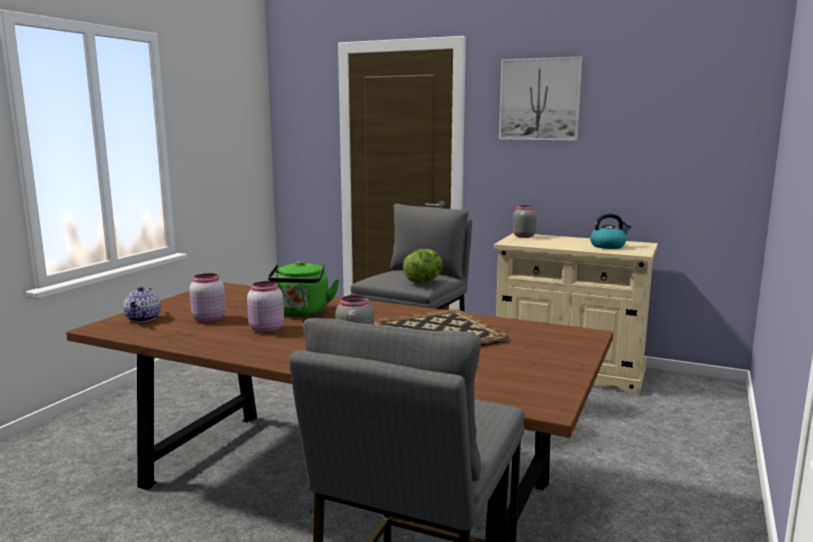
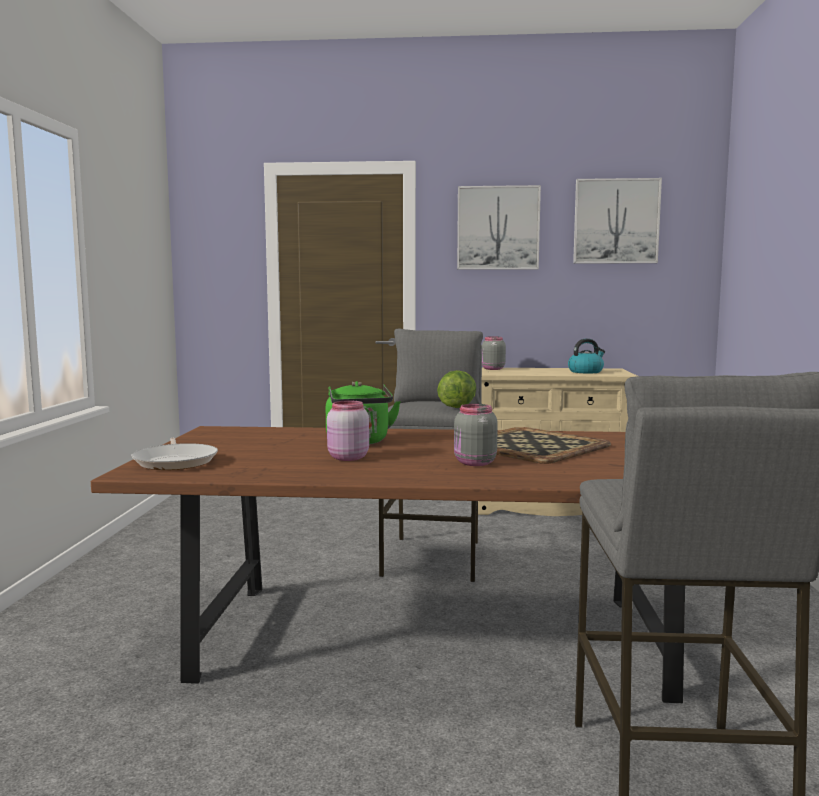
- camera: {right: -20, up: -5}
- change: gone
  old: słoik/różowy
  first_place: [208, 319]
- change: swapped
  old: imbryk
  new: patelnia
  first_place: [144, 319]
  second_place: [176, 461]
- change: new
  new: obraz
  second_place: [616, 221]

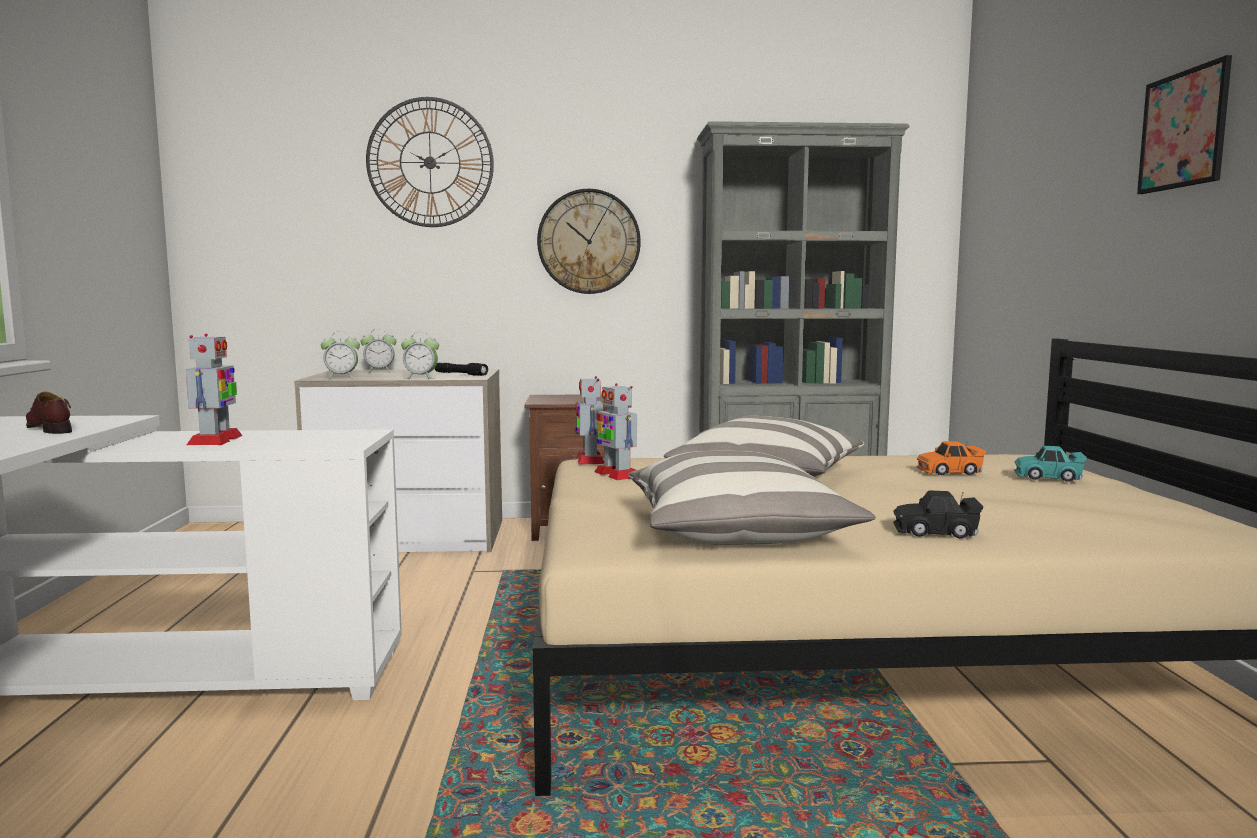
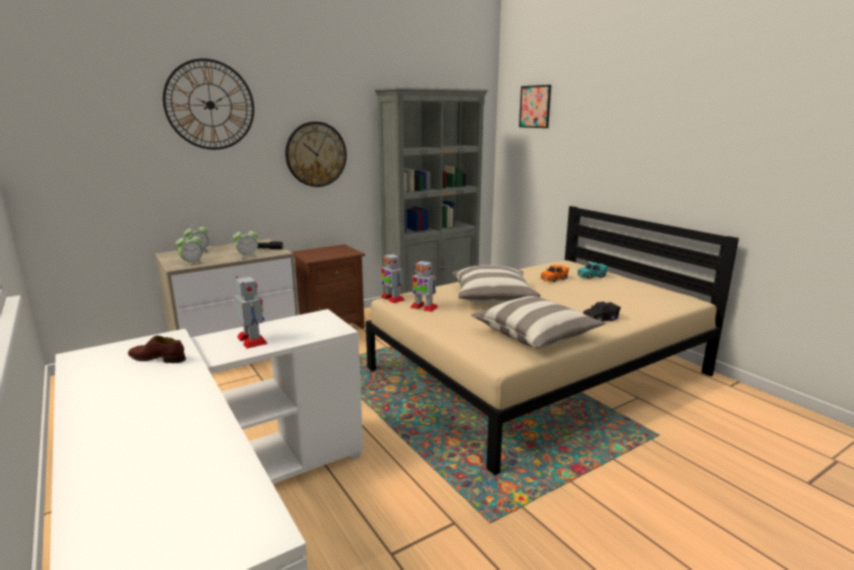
- camera: {right: -30, up: 10}
- change: shifted
  old: obraz
  first_place: [1183, 129]
  second_place: [535, 106]

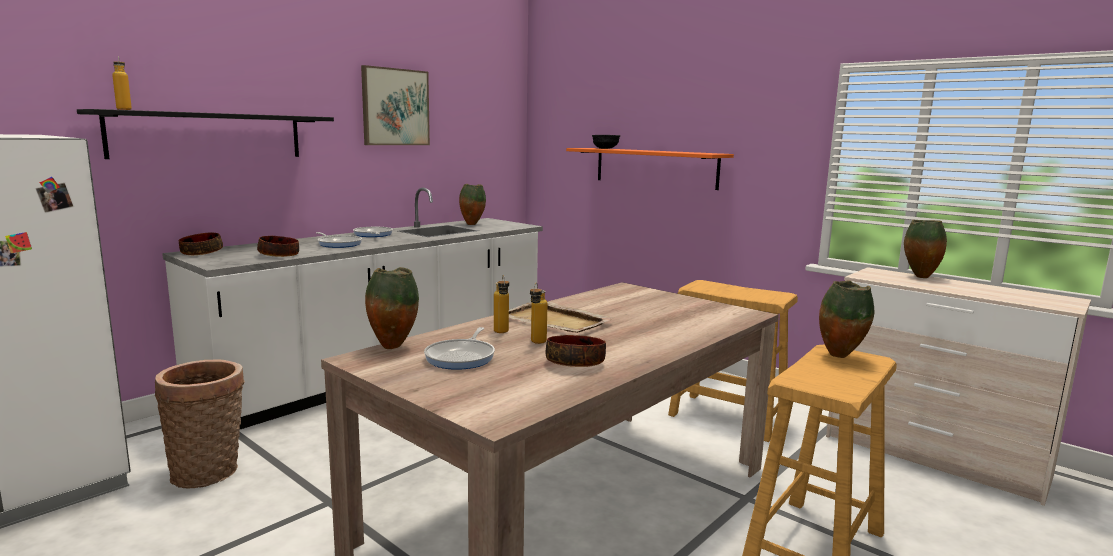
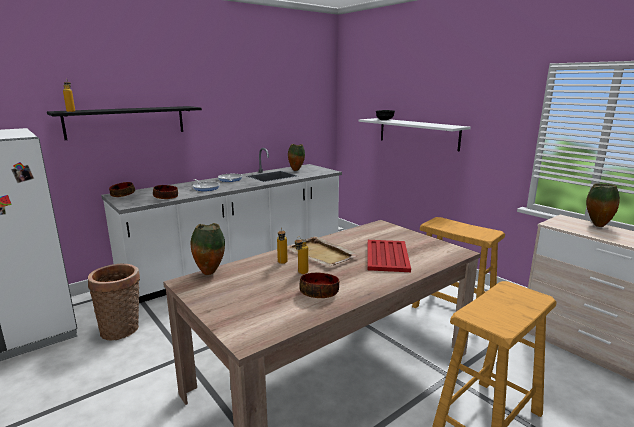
- camera: {right: 10, up: 5}
- change: gone
  old: obraz
  first_place: [395, 107]
- change: repainted
  old: półka/pomarańczowy
  new: półka/biały
  first_place: [655, 167]
  second_place: [418, 133]
- change: gone
  old: wazon
  first_place: [840, 356]
- change: gone
  old: patelnia
  first_place: [462, 357]
- change: new
  new: taca/czerwony
  second_place: [387, 256]

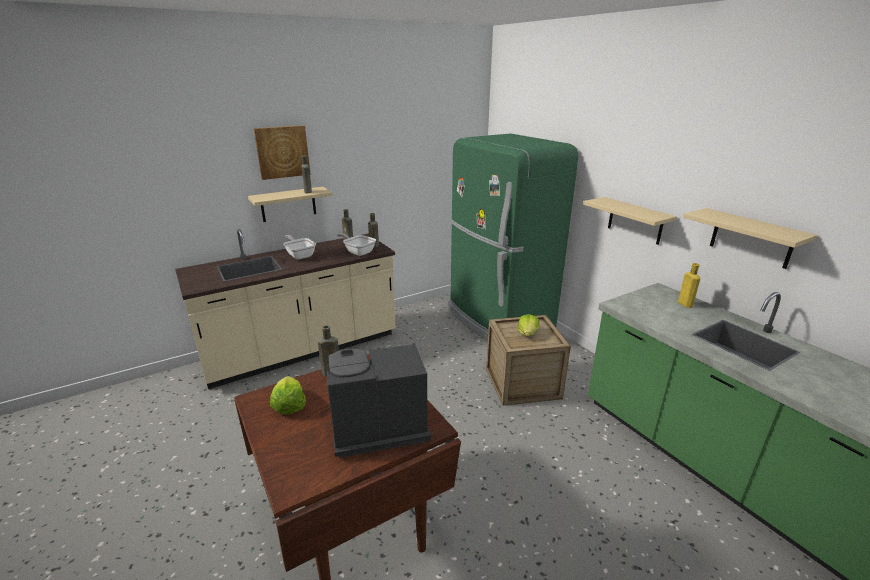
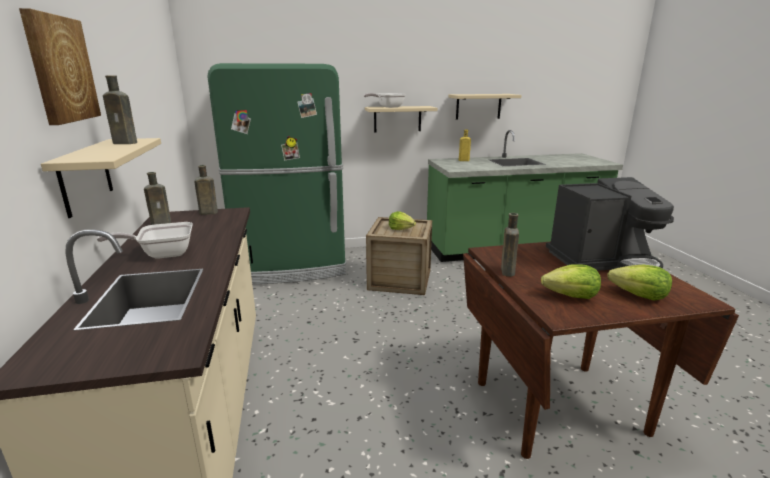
- camera: {right: -70, up: -5}
- change: shifted
  old: patelnia
  first_place: [358, 252]
  second_place: [387, 107]
- change: rotated
  old: ekspres do kawy
  first_place: [376, 428]
  second_place: [602, 261]
  degrees: -105
- change: new
  new: sałata
  second_place: [639, 295]

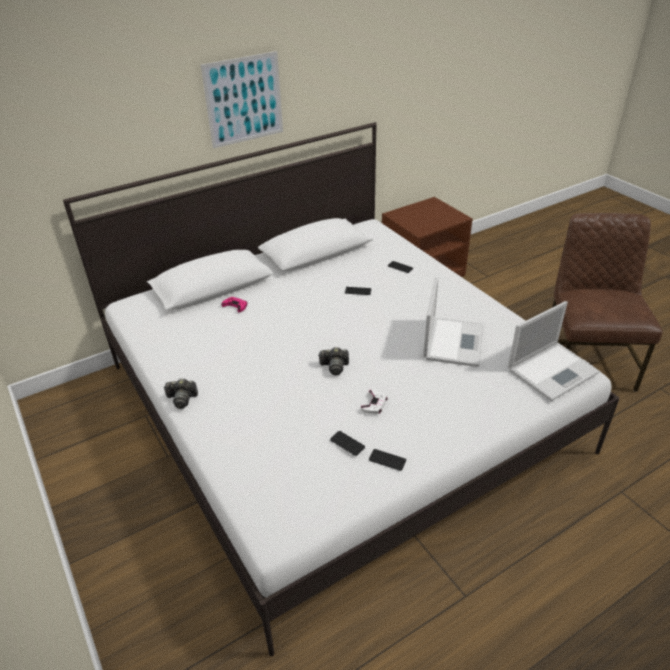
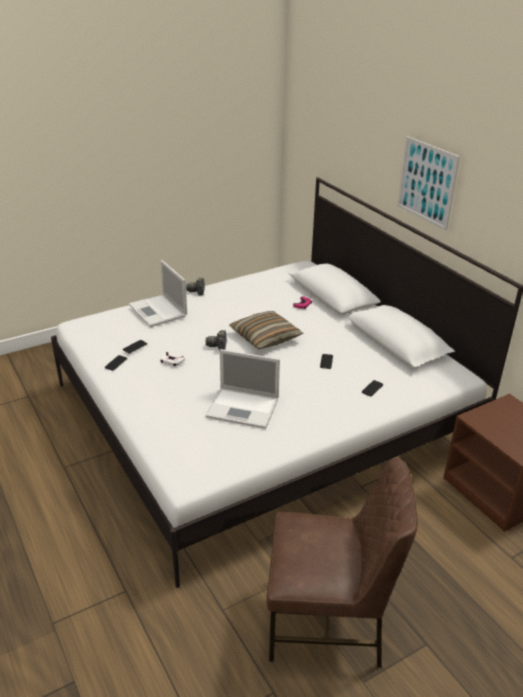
- camera: {right: 90, up: -5}
- change: shifted
  old: laptop
  first_place: [553, 370]
  second_place: [158, 311]
- change: new
  new: poduszka
  second_place: [265, 337]

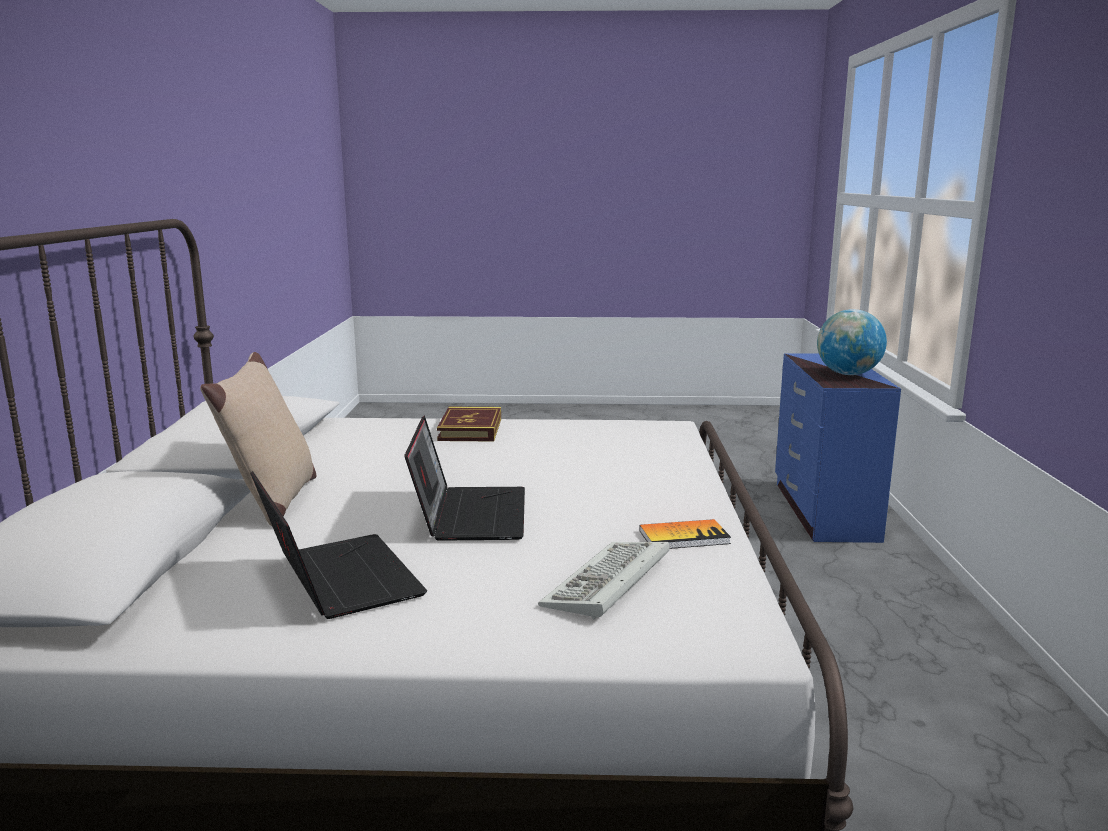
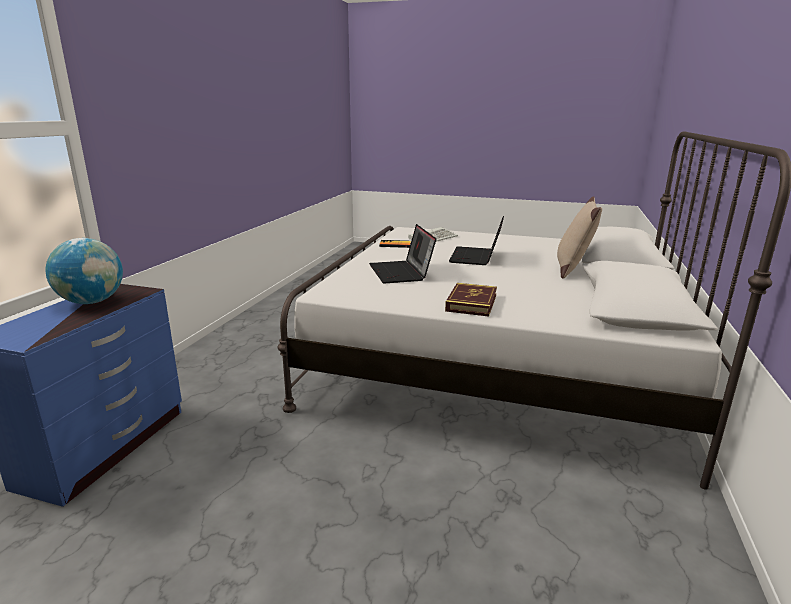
- camera: {right: -165, up: 5}
- change: shifted
  old: laptop
  first_place: [337, 579]
  second_place: [401, 273]

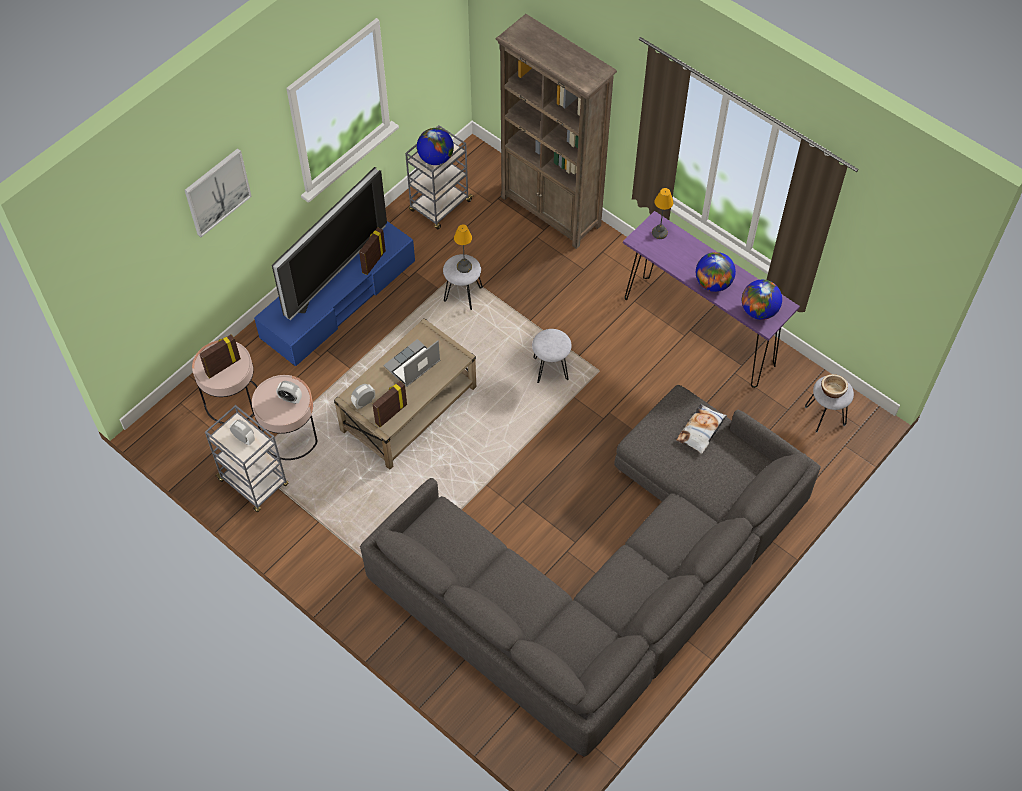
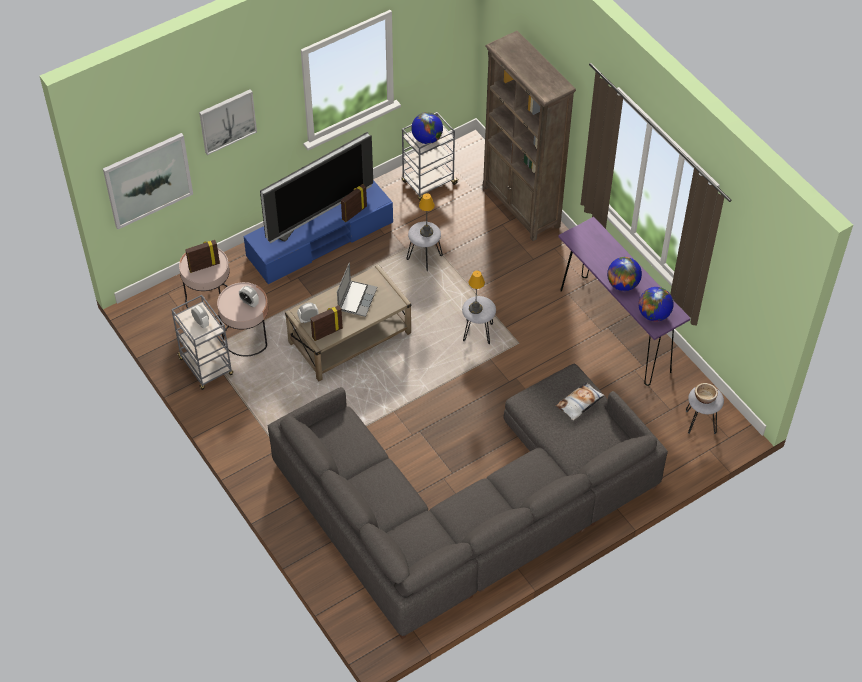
- camera: {right: 15, up: -5}
- change: shifted
  old: lampa stołowa
  first_place: [659, 232]
  second_place: [475, 308]
- change: rotated
  old: laptop
  first_place: [412, 365]
  second_place: [357, 299]
  degrees: 135
- change: new
  new: obraz
  second_place: [148, 180]

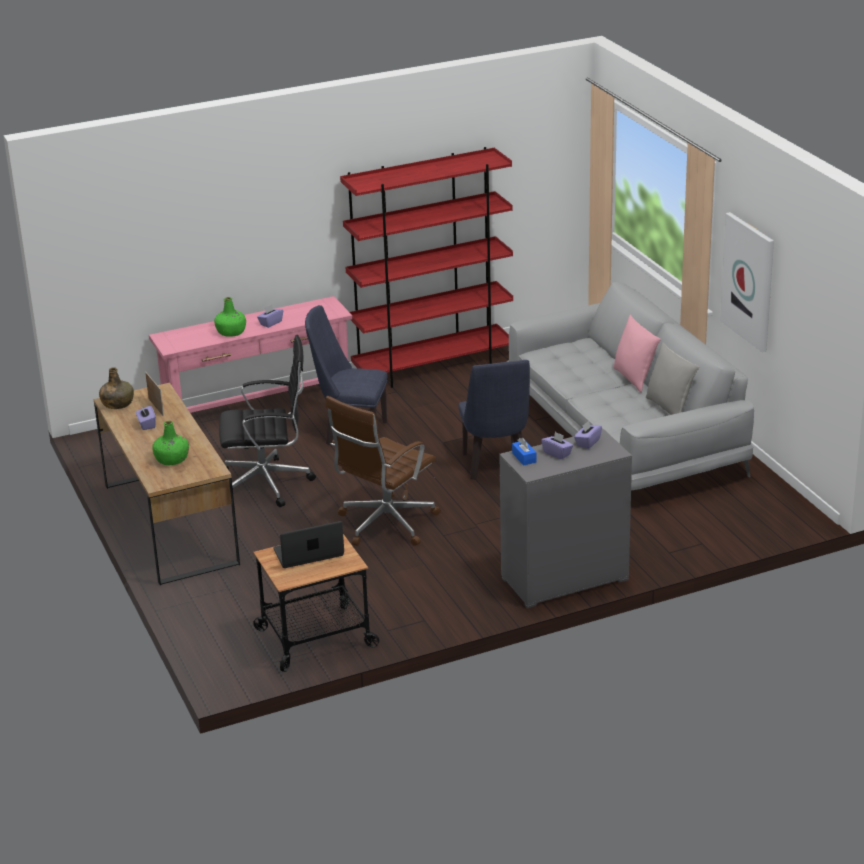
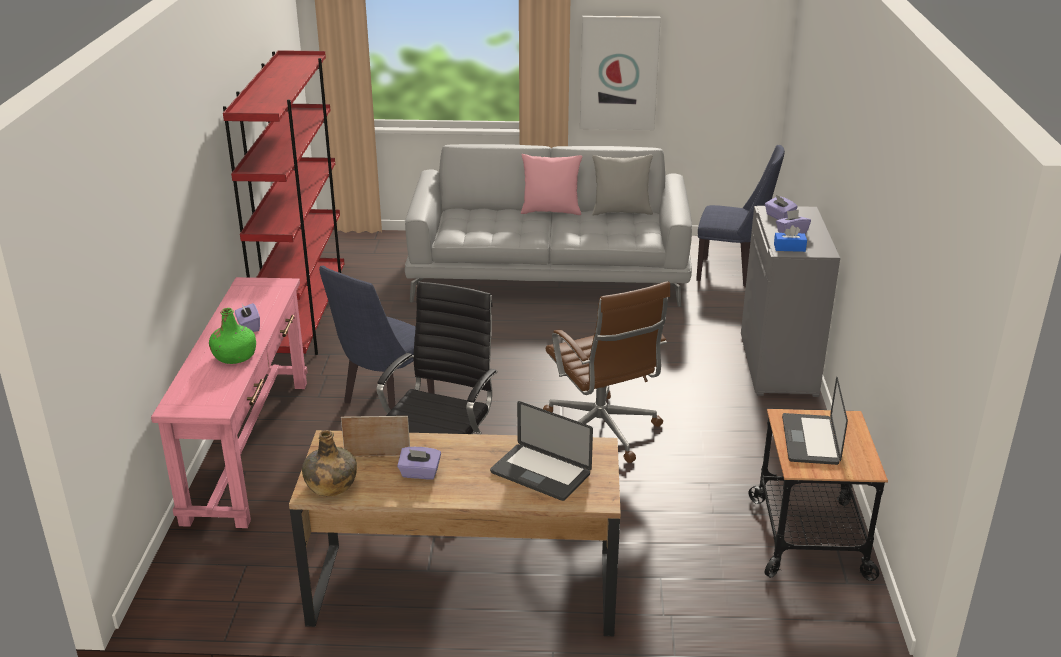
- camera: {right: -65, up: 0}
- change: shifted
  old: krzesło/niebieski
  first_place: [495, 466]
  second_place: [732, 273]
- change: swapped
  old: butelka/zielony
  new: laptop
  first_place: [172, 459]
  second_place: [540, 473]

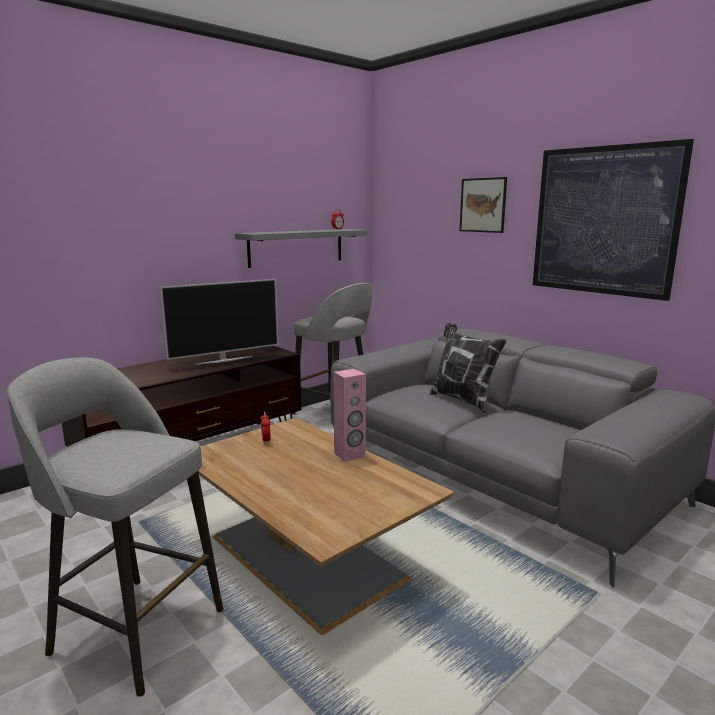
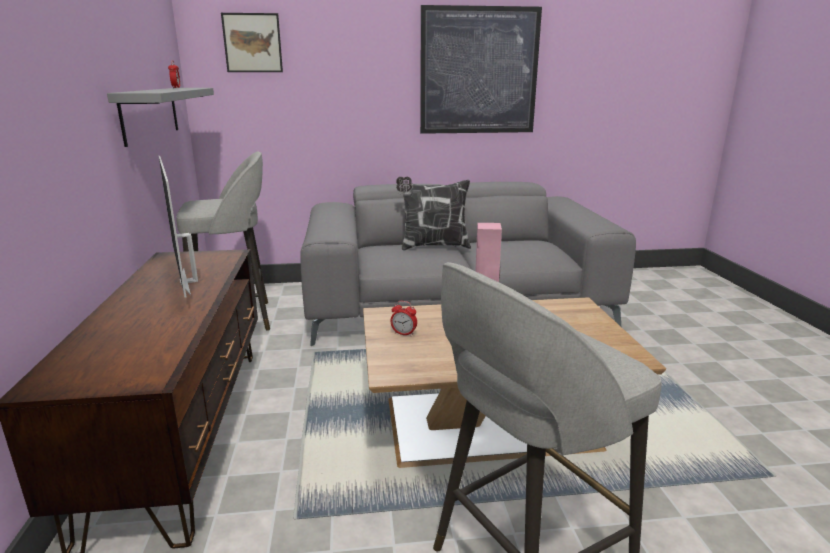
- camera: {right: -55, up: 5}
- change: shifted
  old: obraz
  first_place: [483, 205]
  second_place: [252, 43]
- change: rotated
  old: telewizor
  first_place: [224, 360]
  second_place: [189, 281]
  degrees: 150

